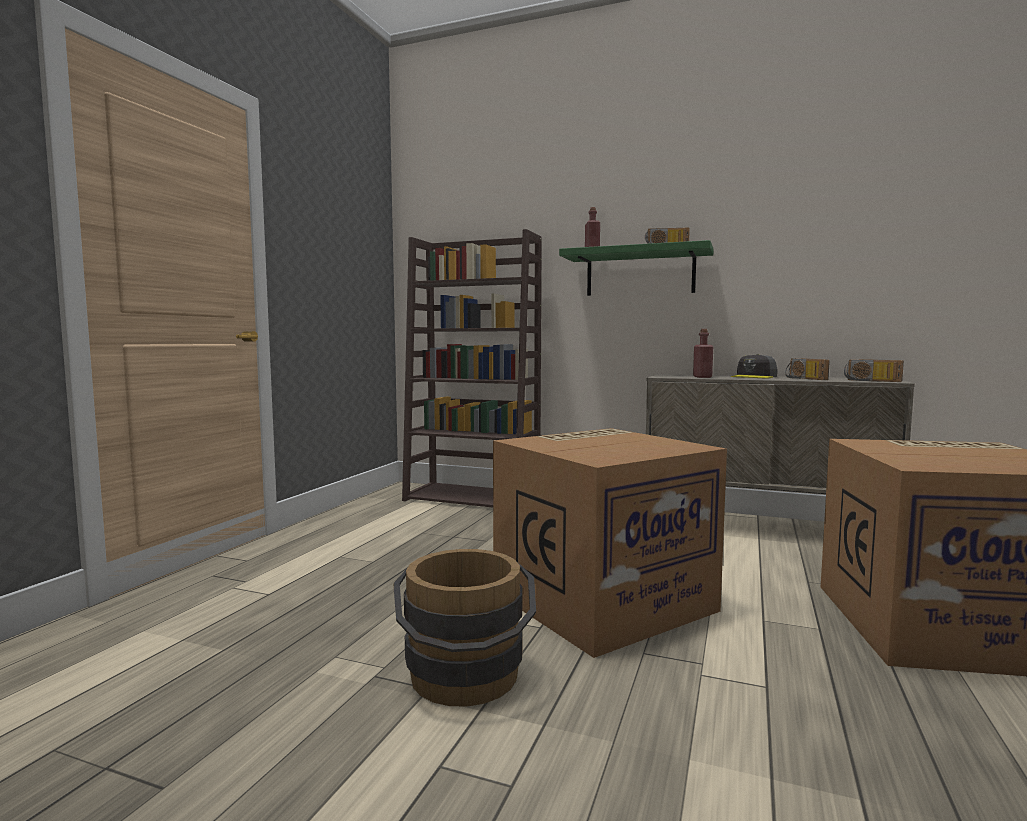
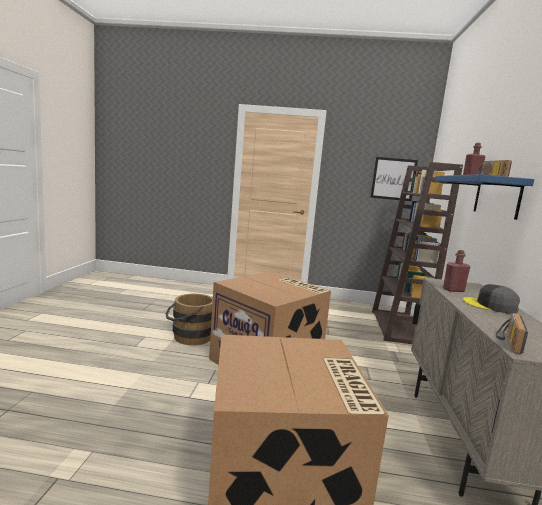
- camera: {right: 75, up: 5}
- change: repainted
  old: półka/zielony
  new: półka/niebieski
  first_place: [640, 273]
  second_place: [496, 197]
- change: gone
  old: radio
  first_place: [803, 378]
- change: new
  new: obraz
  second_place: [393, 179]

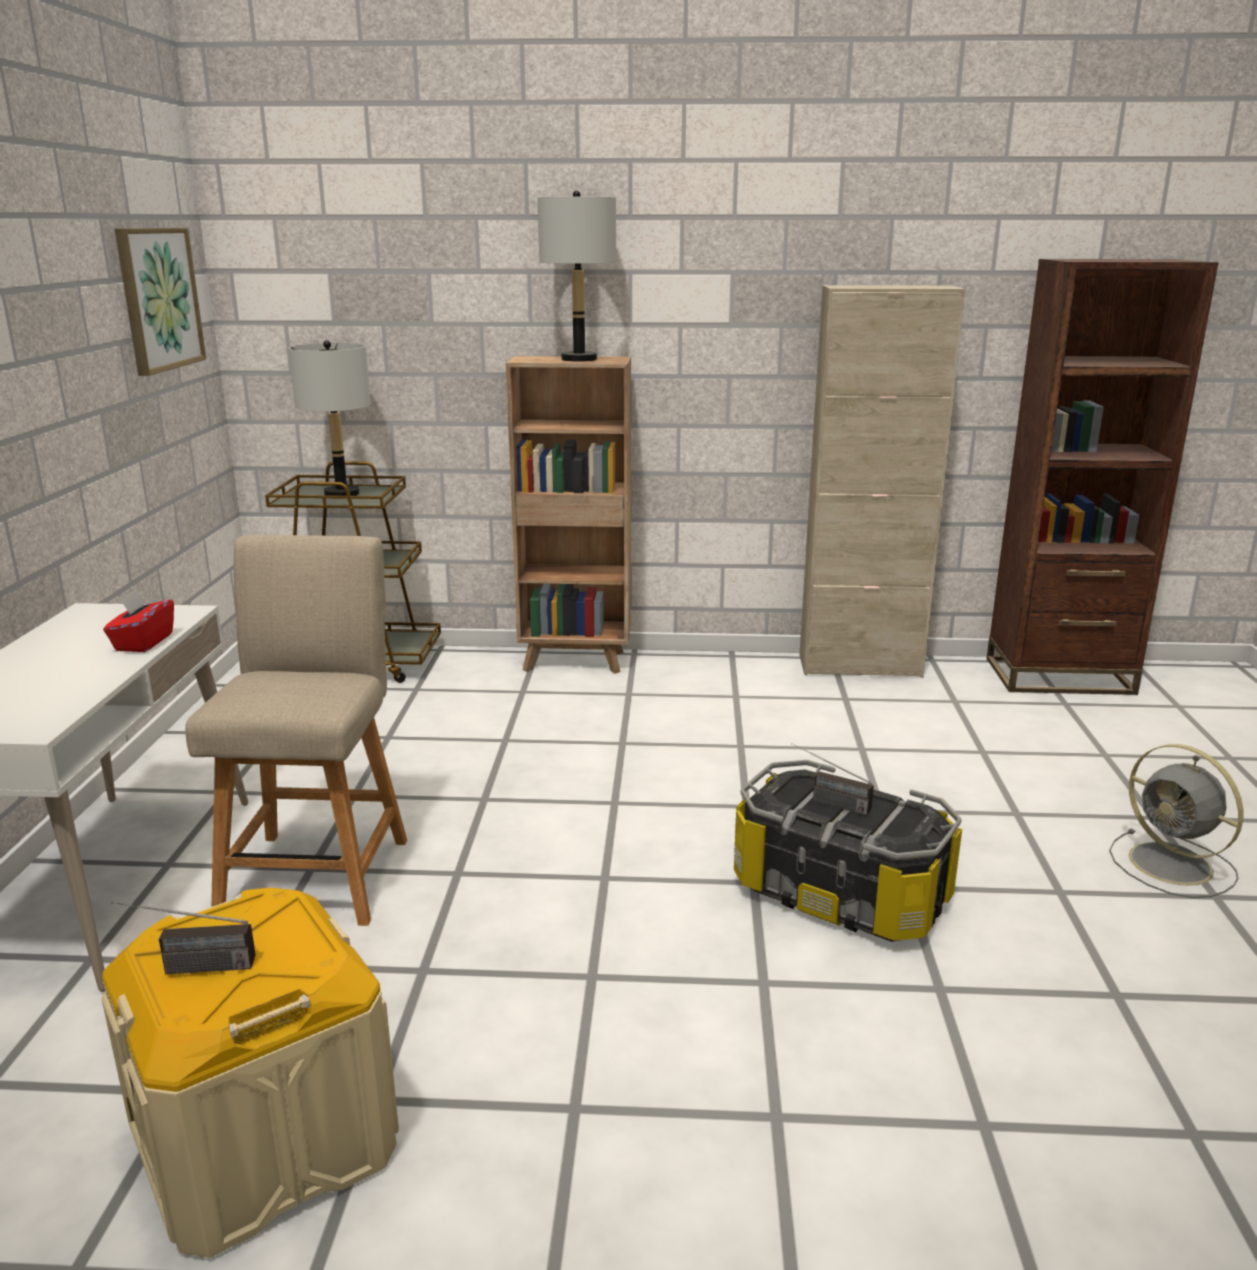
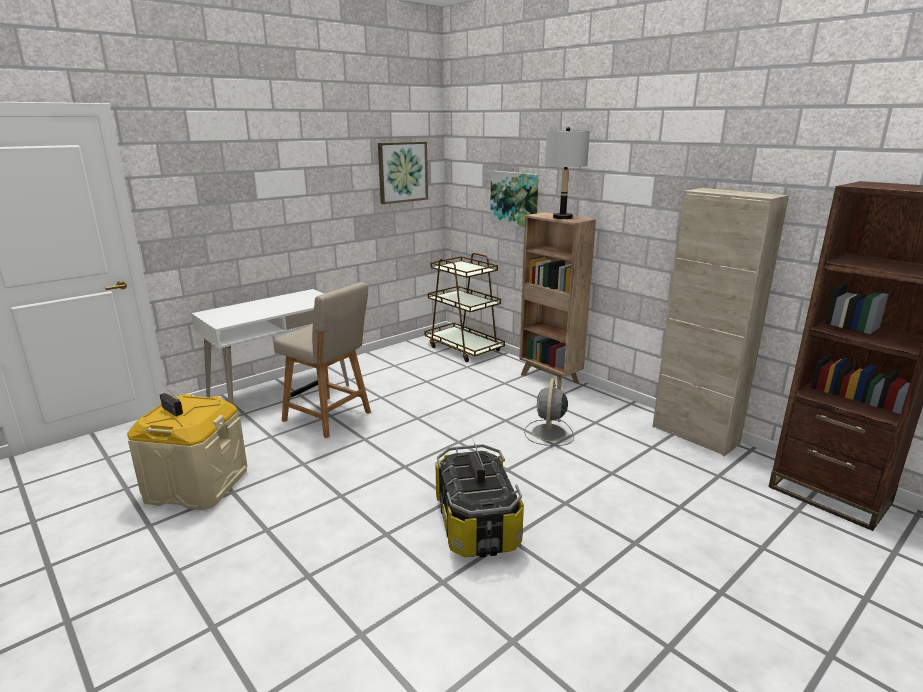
- camera: {right: 45, up: 0}
- change: gone
  old: lampa stołowa/szary
  first_place: [342, 494]
- change: rotated
  old: krzesło/beżowy
  first_place: [318, 872]
  second_place: [330, 417]
  degrees: 75
- change: gone
  old: pudełko chusteczek/czerwony
  first_place: [143, 642]
- change: shifted
  old: wentylator/szary
  first_place: [1173, 866]
  second_place: [548, 433]
- change: new
  new: obraz
  second_place: [515, 199]

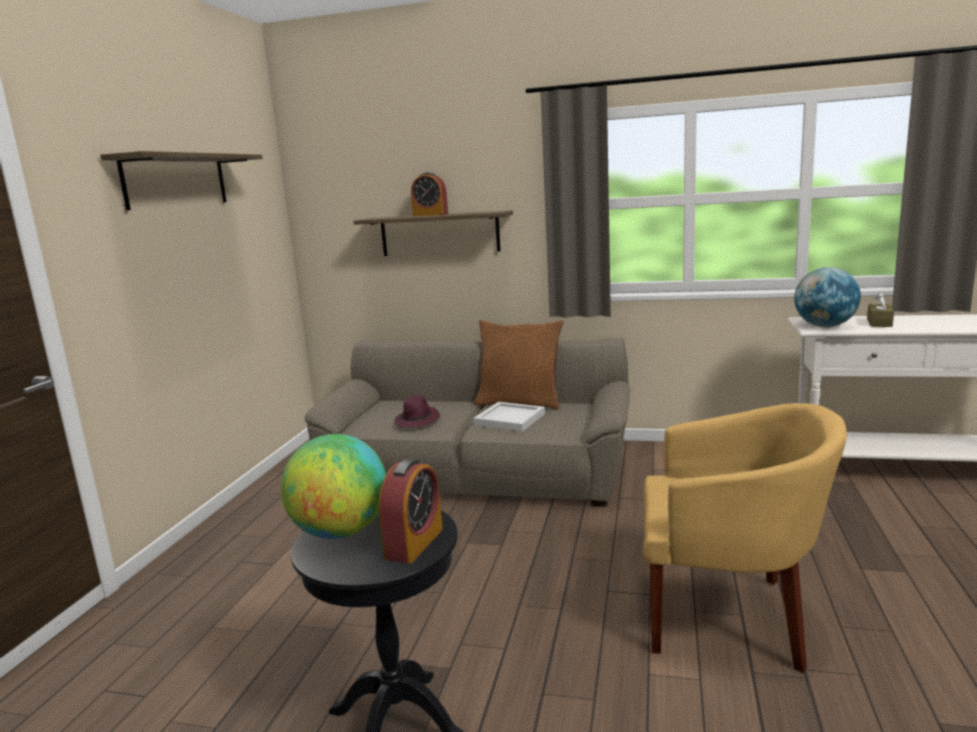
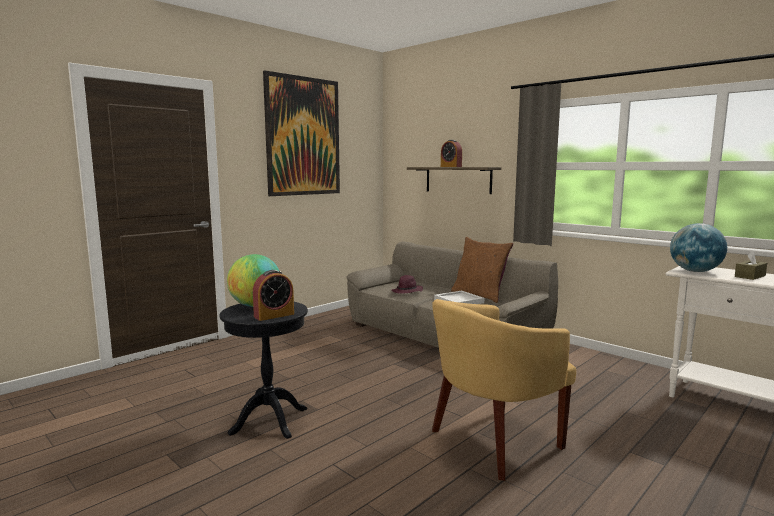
- camera: {right: 30, up: -5}
- change: swapped
  old: półka
  new: obraz
  first_place: [176, 181]
  second_place: [303, 136]
- change: rotated
  old: fotel/żółty
  first_place: [729, 617]
  second_place: [493, 442]
  degrees: 105

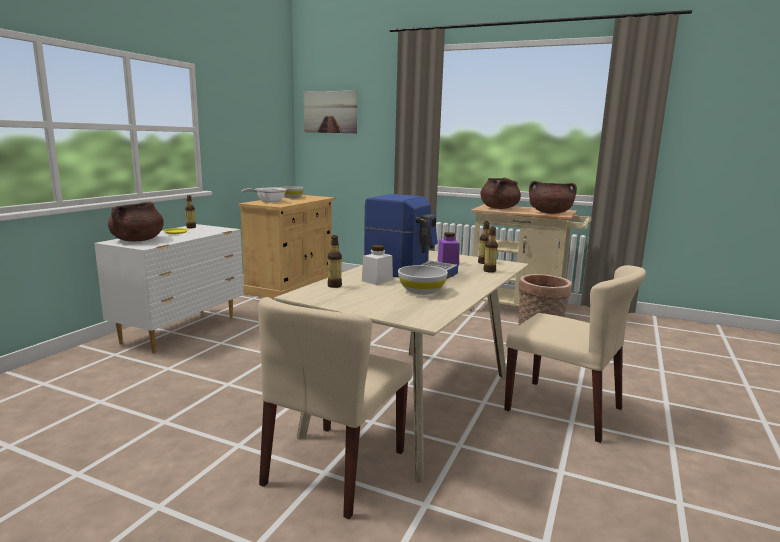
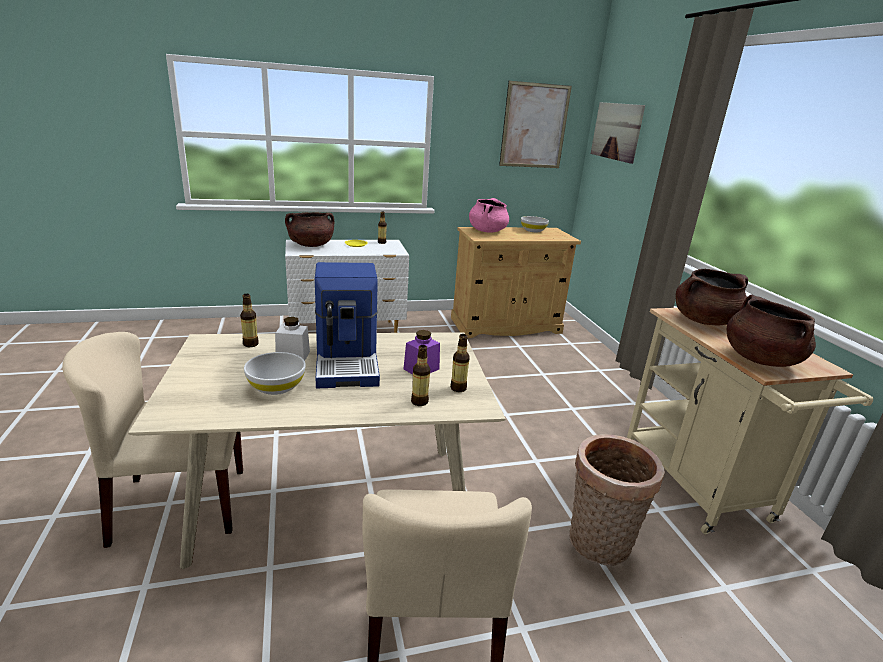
- camera: {right: 50, up: 10}
- change: swapped
  old: patelnia
  new: garnek/różowy
  first_place: [267, 202]
  second_place: [487, 231]
- change: new
  new: obraz
  second_place: [534, 126]

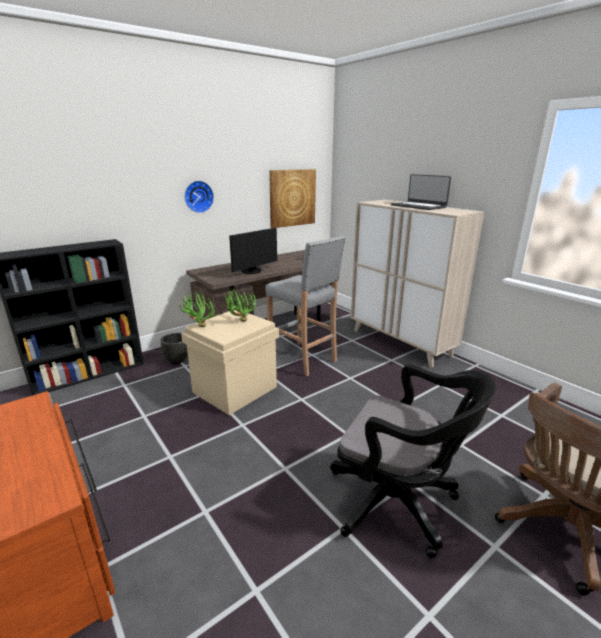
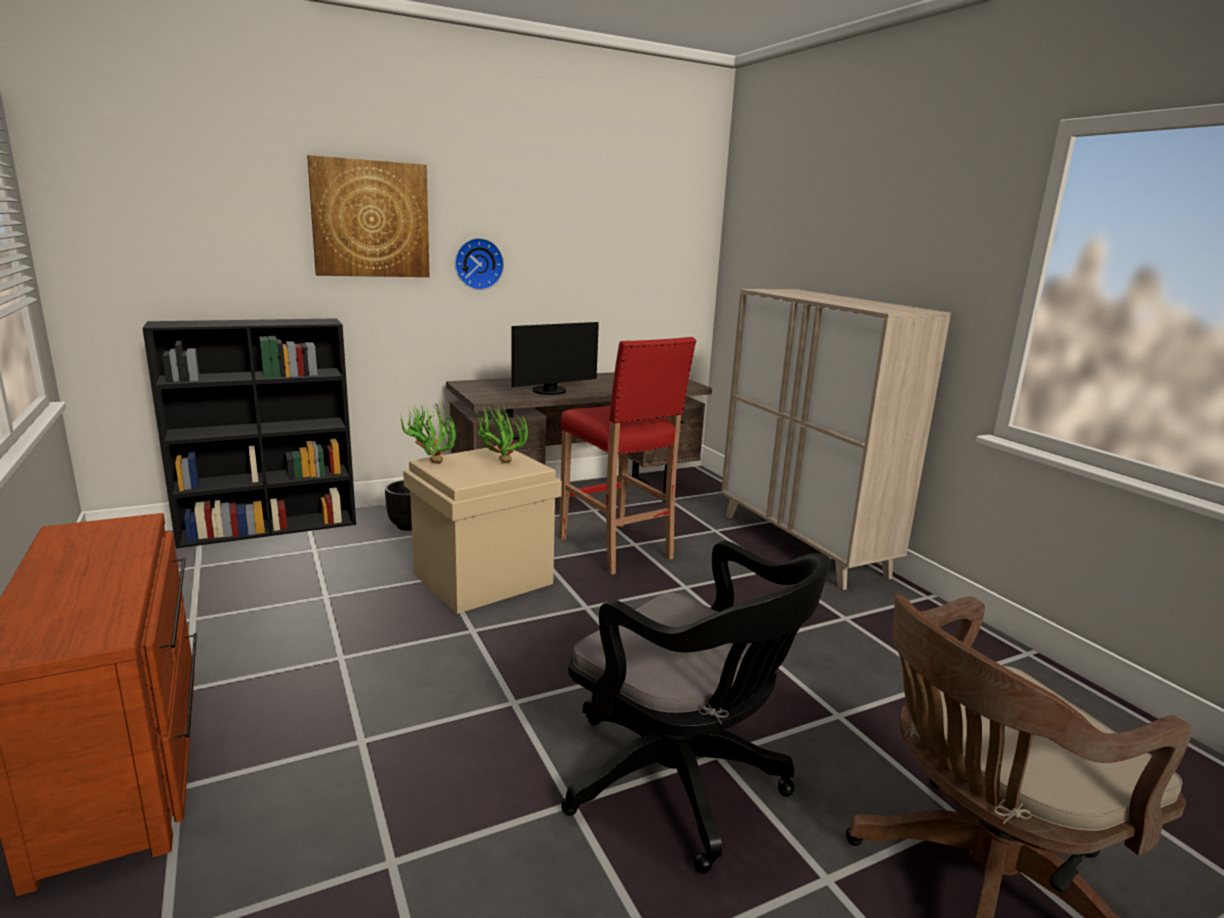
- camera: {right: 10, up: -5}
- change: shifted
  old: obraz
  first_place: [292, 198]
  second_place: [370, 219]
- change: gone
  old: laptop
  first_place: [419, 206]
- change: repainted
  old: stołek/szary
  new: stołek/czerwony
  first_place: [303, 359]
  second_place: [617, 549]

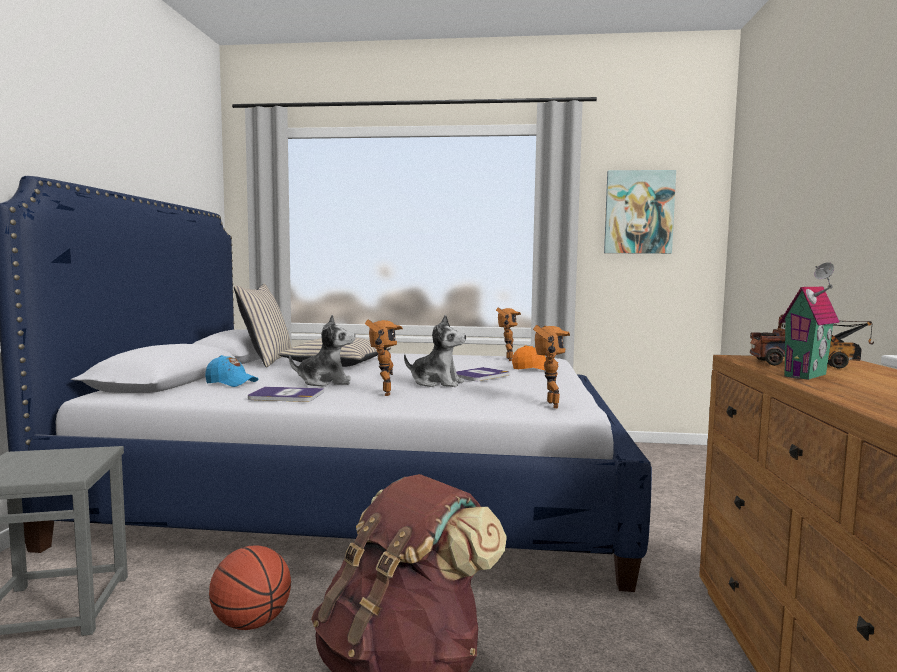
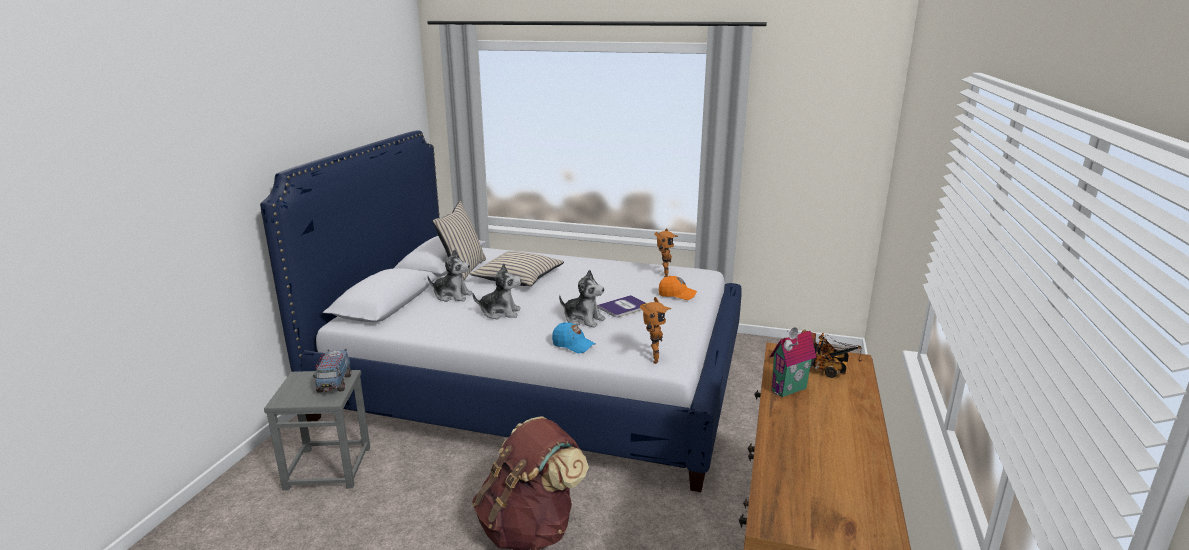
- camera: {right: 10, up: 15}
- change: gone
  old: obraz
  first_place: [638, 212]
- change: gone
  old: robot zabawkowy
  first_place: [382, 393]
- change: shifted
  old: czapka z daszkiem/niebieski
  first_place: [231, 383]
  second_place: [573, 345]
- change: gone
  old: książka
  first_place: [286, 396]
- change: gone
  old: piłka do koszykówki
  first_place: [252, 623]
- change: new
  new: pluszak
  second_place: [452, 296]
- change: new
  new: ciężarówka zabawkowa
  second_place: [334, 384]

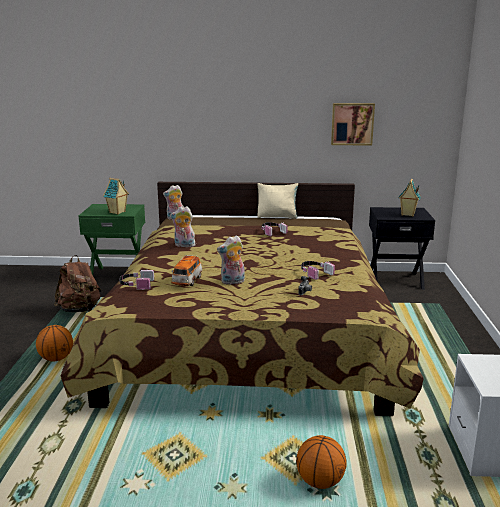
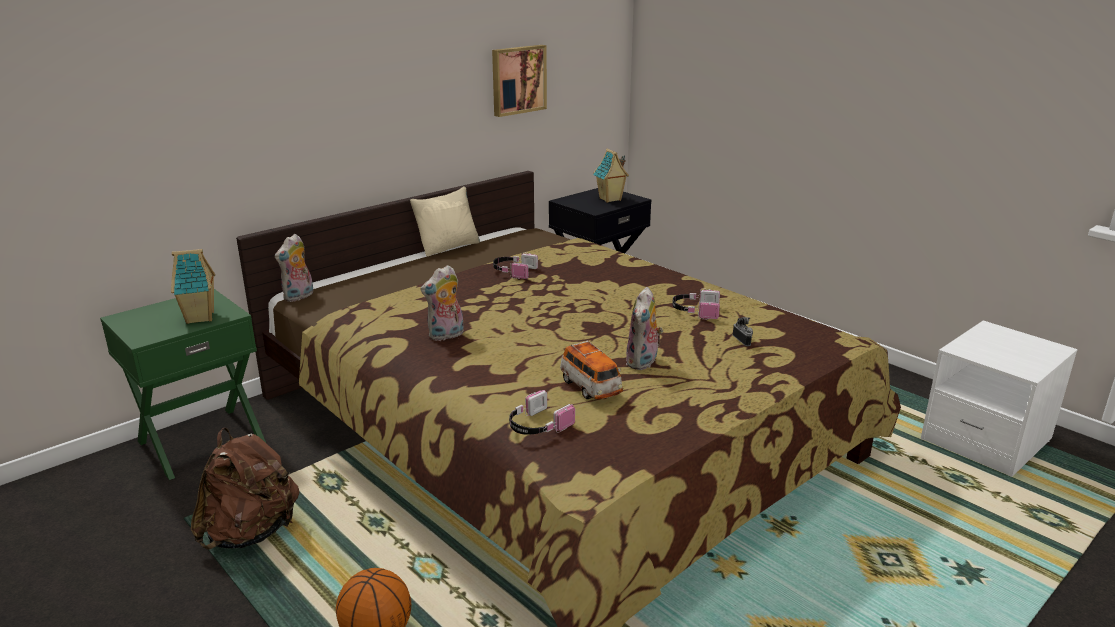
- camera: {right: -45, up: 5}
- change: gone
  old: piłka do koszykówki
  first_place: [320, 482]

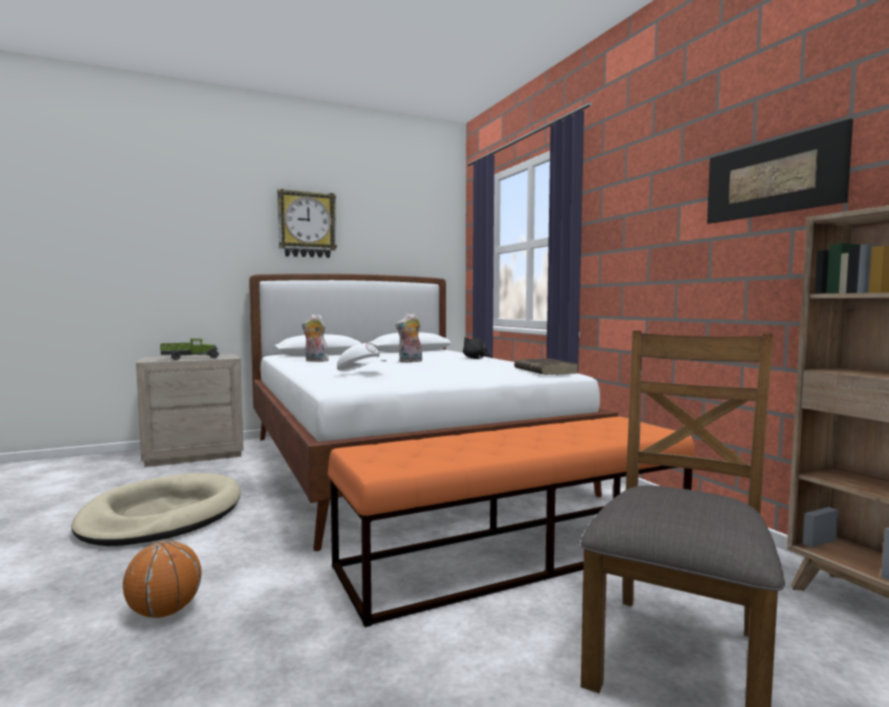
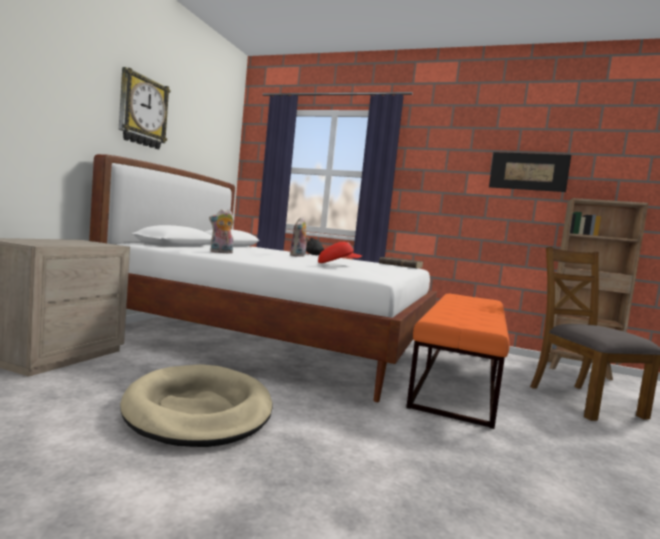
- camera: {right: -45, up: 0}
- change: gone
  old: ciężarówka zabawkowa
  first_place: [189, 358]
- change: repainted
  old: czapka z daszkiem/biały
  new: czapka z daszkiem/czerwony
  first_place: [362, 372]
  second_place: [338, 264]
- change: gone
  old: piłka do koszykówki
  first_place: [164, 612]

